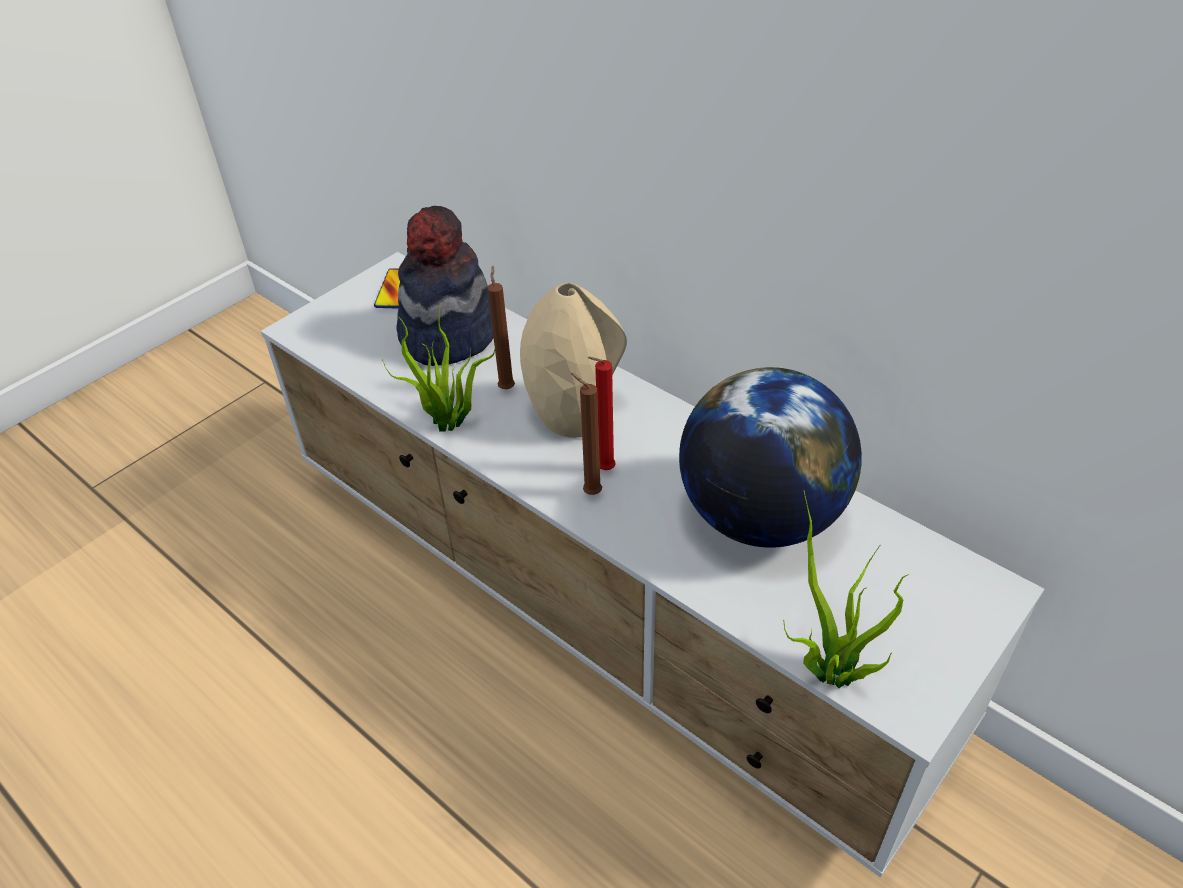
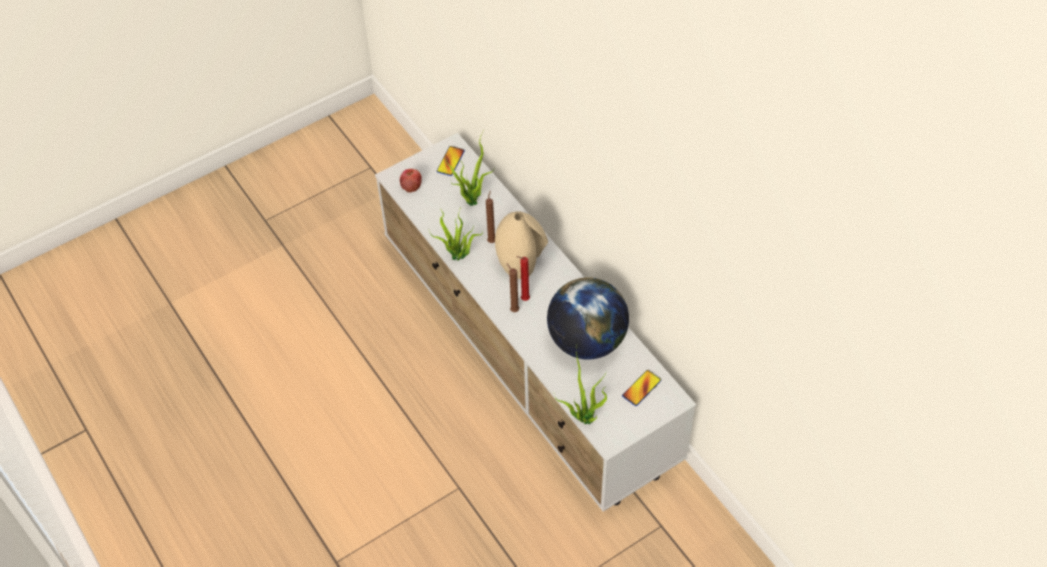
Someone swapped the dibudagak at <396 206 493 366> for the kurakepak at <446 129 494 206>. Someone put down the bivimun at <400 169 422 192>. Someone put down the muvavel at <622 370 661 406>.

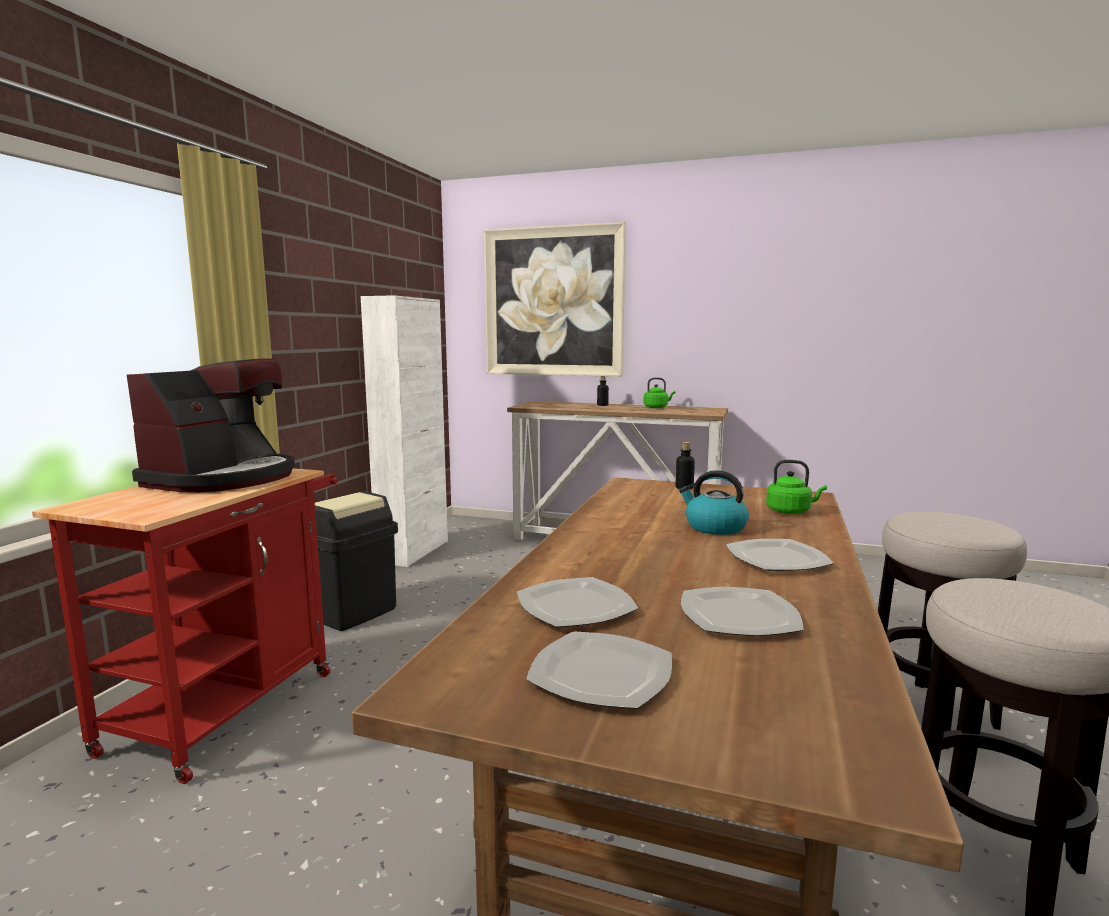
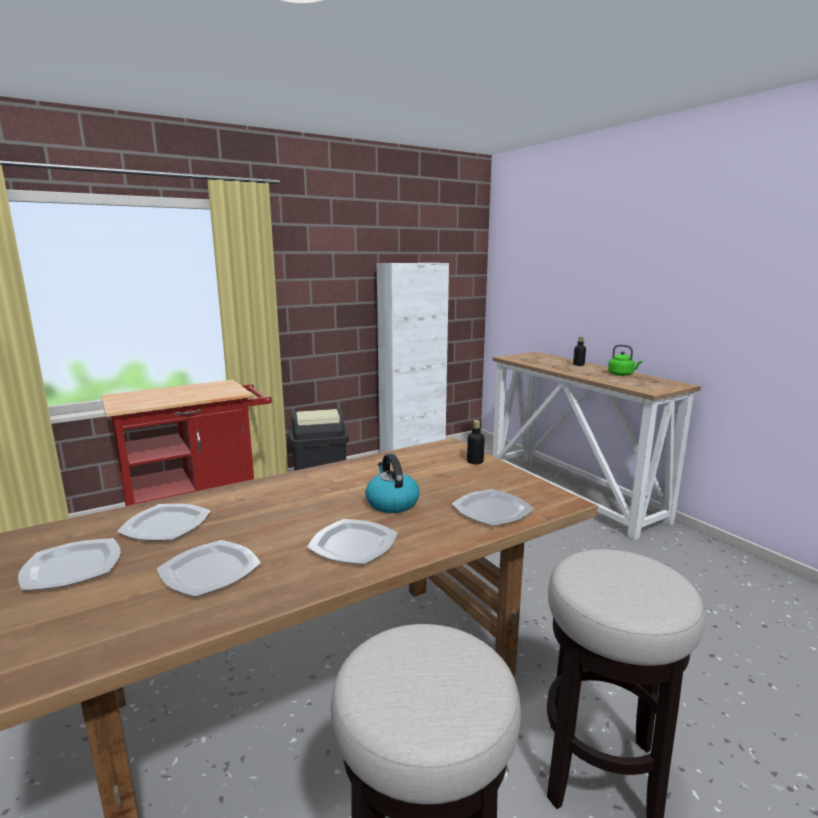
Someone took away the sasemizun at <127 358 295 492>. Someone took away the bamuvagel at <484 222 626 377>. Someone swapped the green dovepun at <766 460 827 514> for the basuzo at <452 489 534 526>.

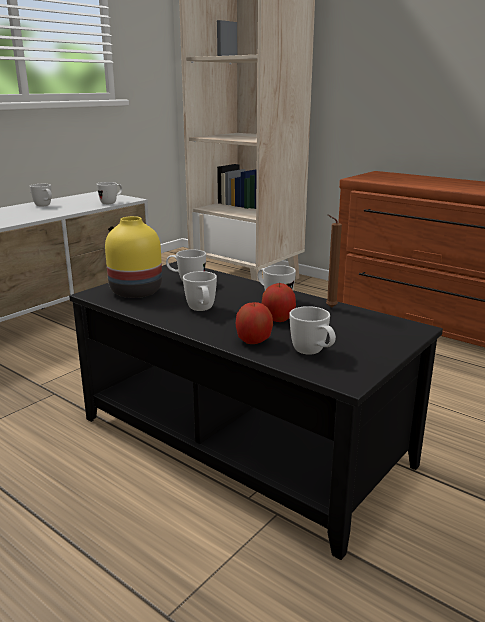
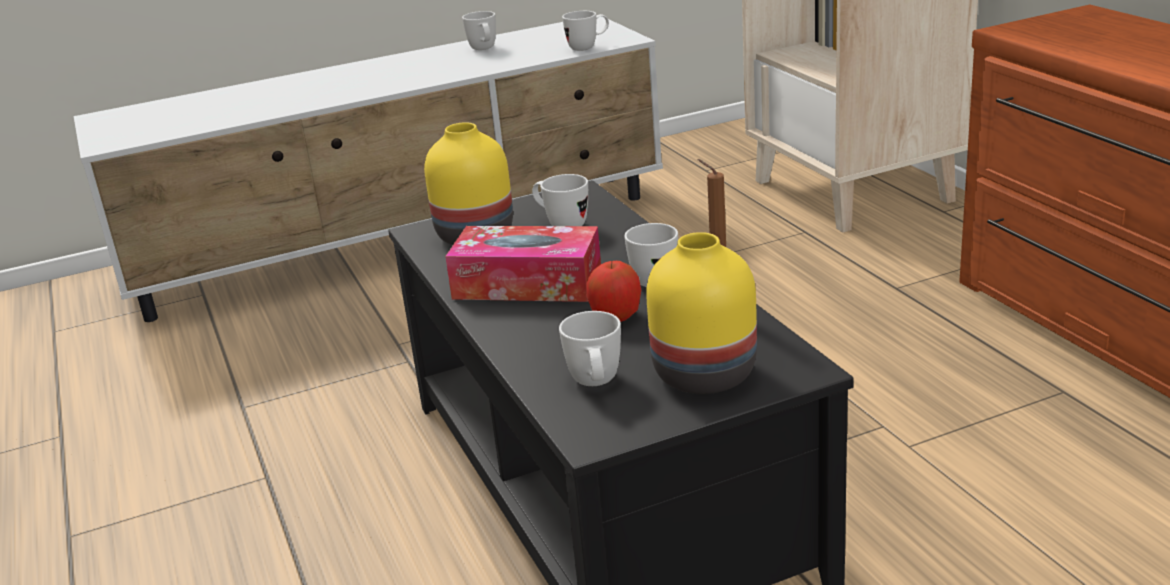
Someone swapped the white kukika at <183 271 217 311> for the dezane at <445 226 601 302>. Someone took away the bivimun at <236 302 273 344>. Someone put down the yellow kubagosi at <646 232 757 394>.

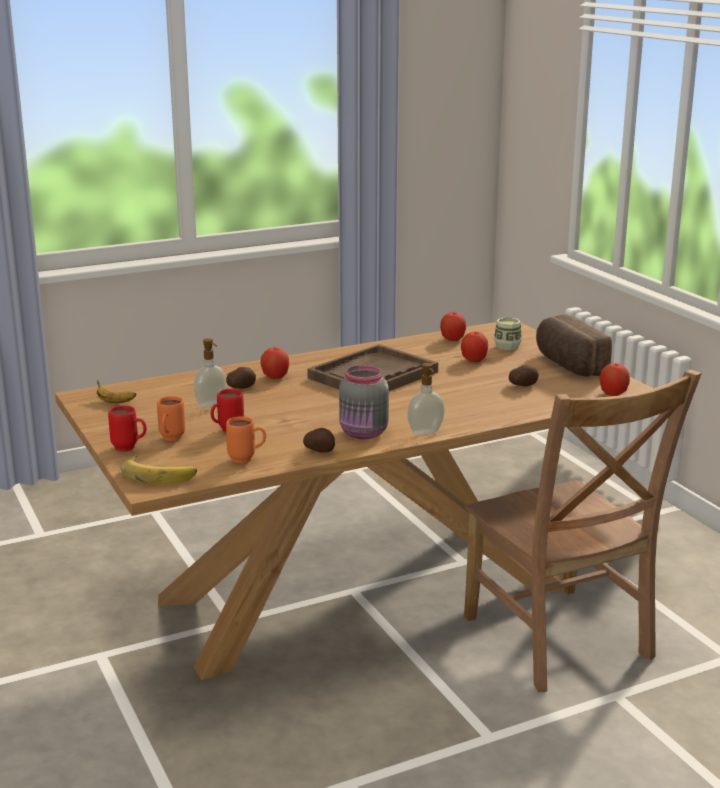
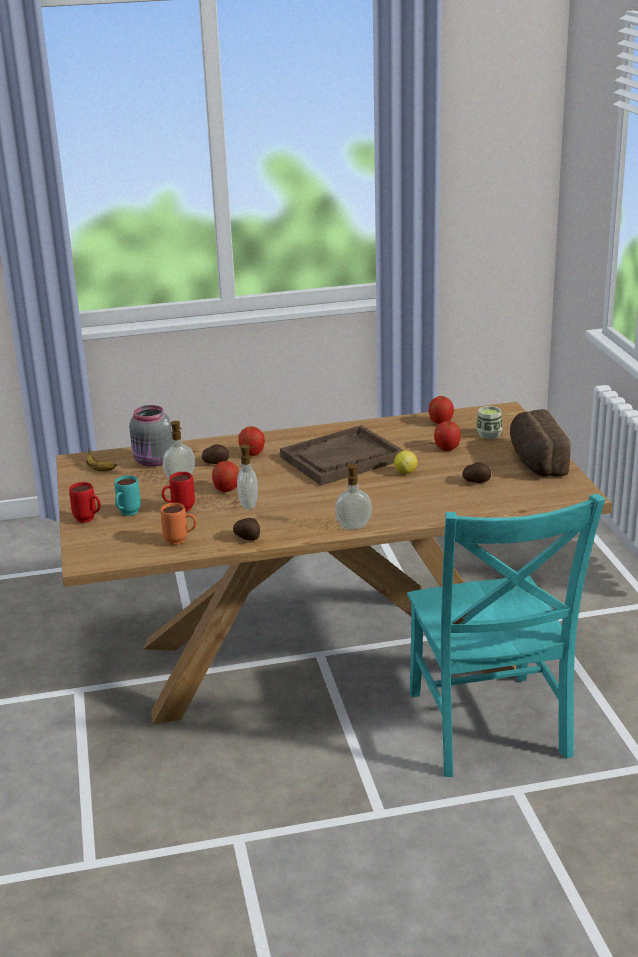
Someone took away the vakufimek at <121 454 197 484>. Someone repainted the orange kukika at <157 396 185 441>, which became the turquoise kukika at <115 475 141 516>. Someone carried the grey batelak from <339 365 389 439> to <129 405 172 467>. Someone repainted the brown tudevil at <464 370 702 692>, which became the turquoise tudevil at <407 494 605 777>. Someone carried the bivimun from <600 363 630 396> to <212 461 239 492>. Someone put down the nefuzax at <237 444 258 509>. Someone put down the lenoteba at <394 450 417 474>.

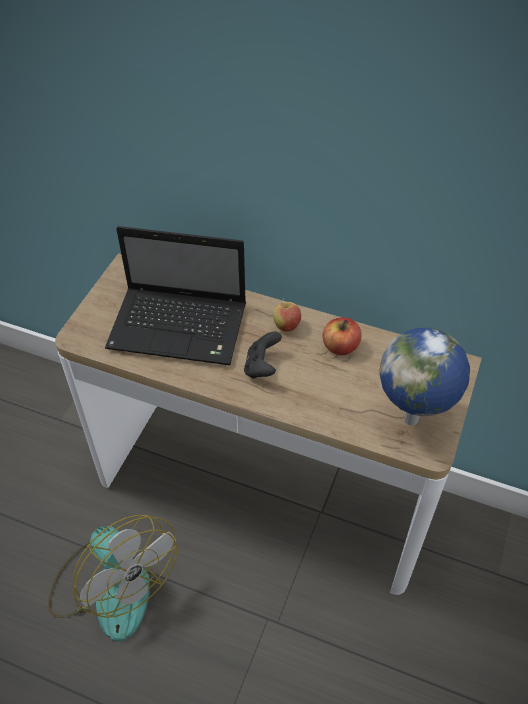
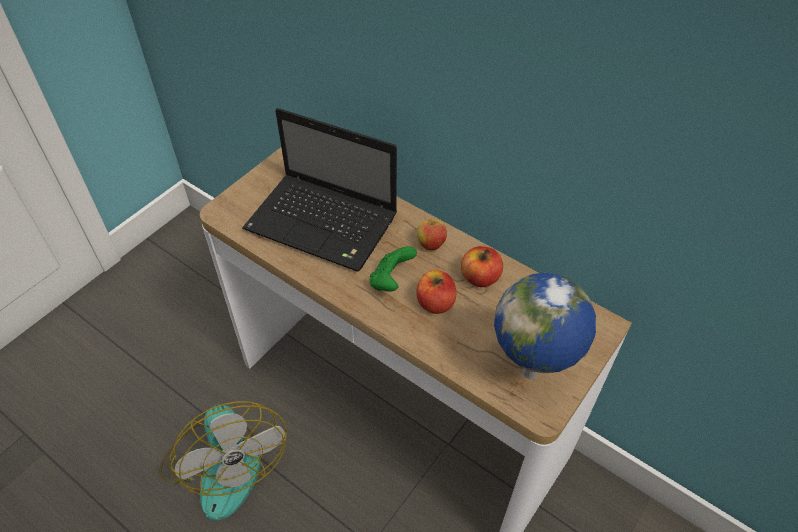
Someone repainted the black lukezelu at <244 332 282 378>, which became the green lukezelu at <370 246 417 291>. Someone put down the bivimun at <416 270 456 314>.

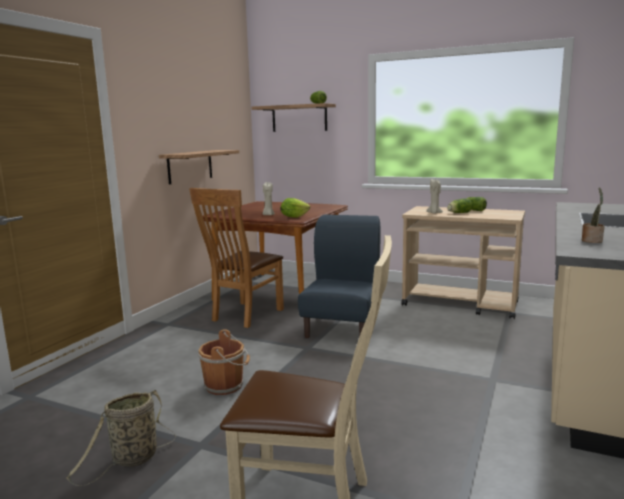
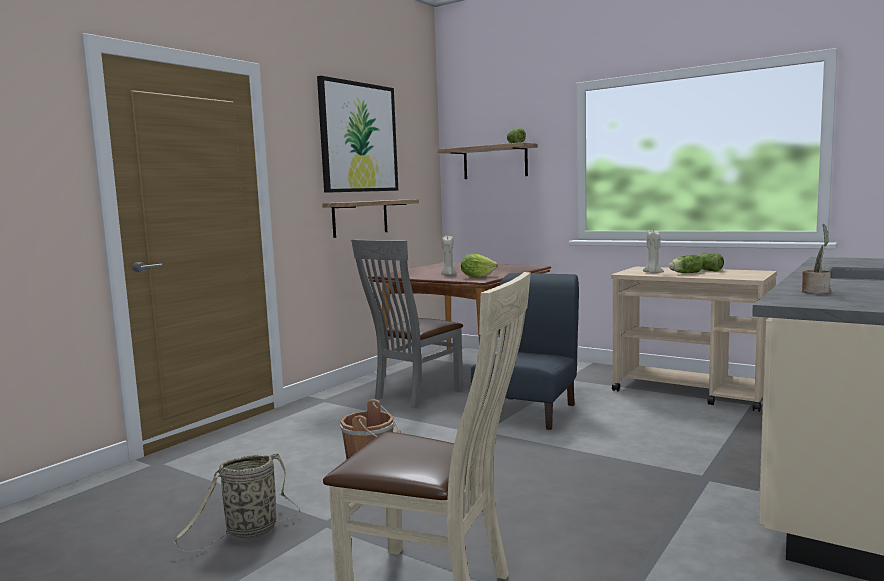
Someone repainted the brown tudevil at <189 188 284 328>, which became the grey tudevil at <351 239 463 408>. Someone put up the bamuvagel at <317 76 398 193>.

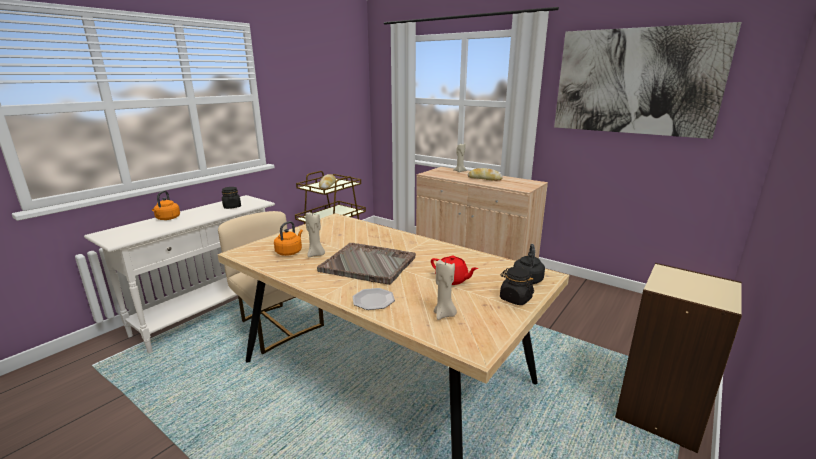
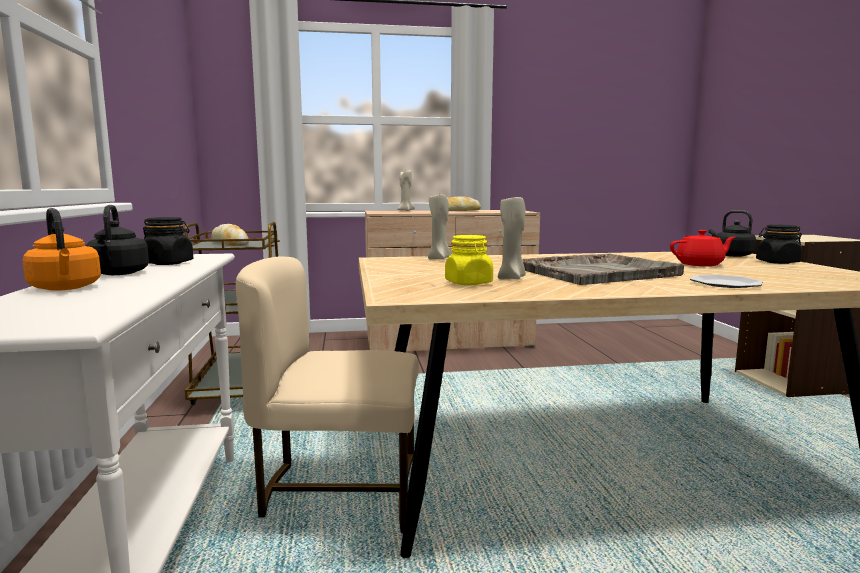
Someone swapped the orange dovepun at <274 221 303 256> for the yellow batelak at <445 235 493 285>. Someone carried the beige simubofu from <434 260 457 320> to <428 194 451 260>. Someone took away the bamuvagel at <554 22 742 139>. Someone put down the black dovepun at <86 205 149 275>.

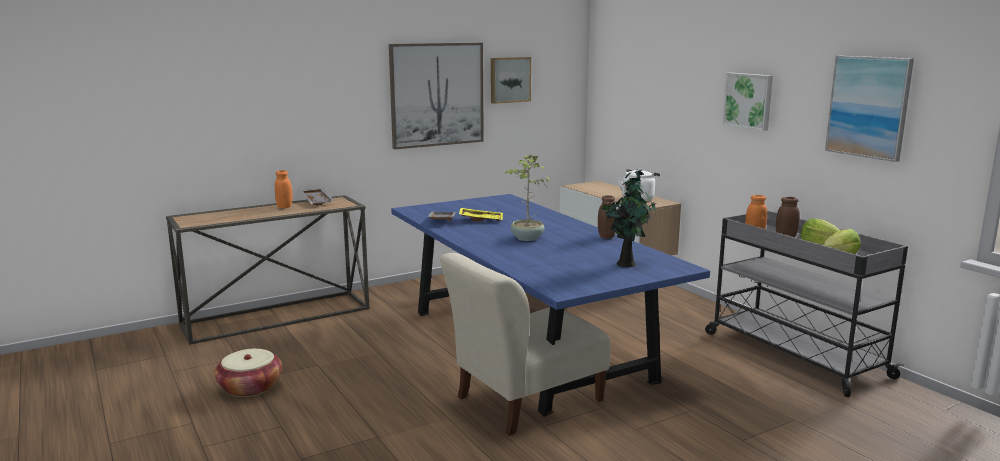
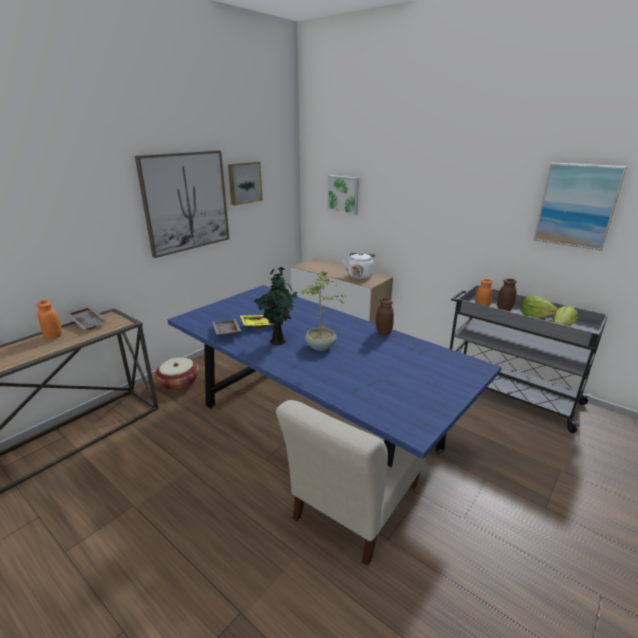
Someone carried the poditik from <214 349 282 397> to <155 358 199 391>. Someone carried the kurakepak from <601 171 656 267> to <253 267 297 345>. Someone carried the bamuvagel from <722 73 773 131> to <327 175 359 215>.

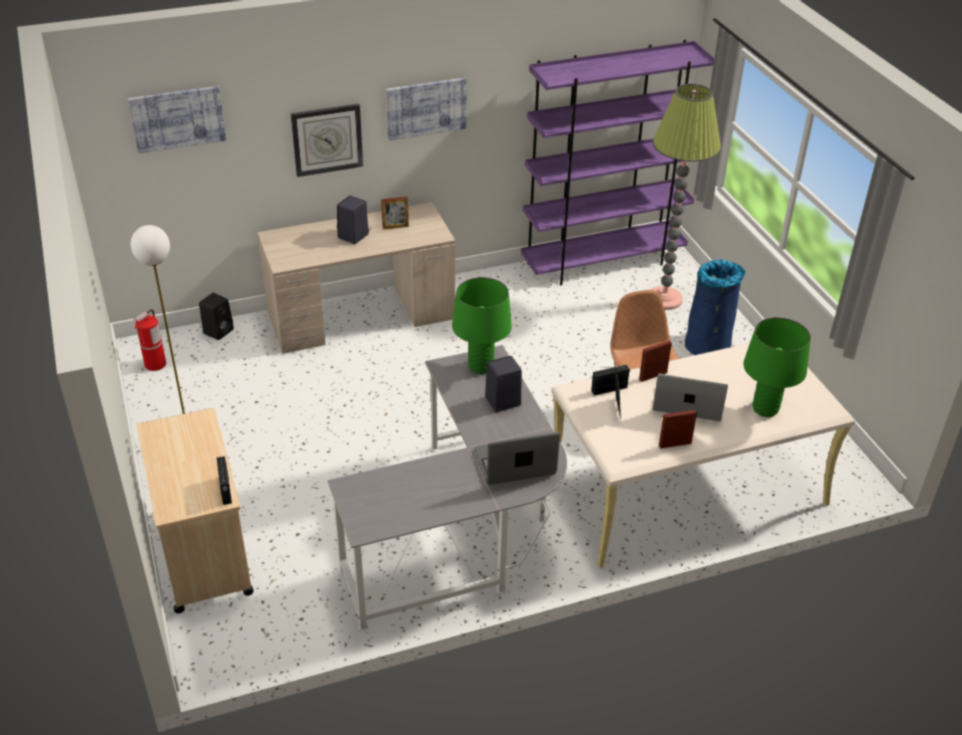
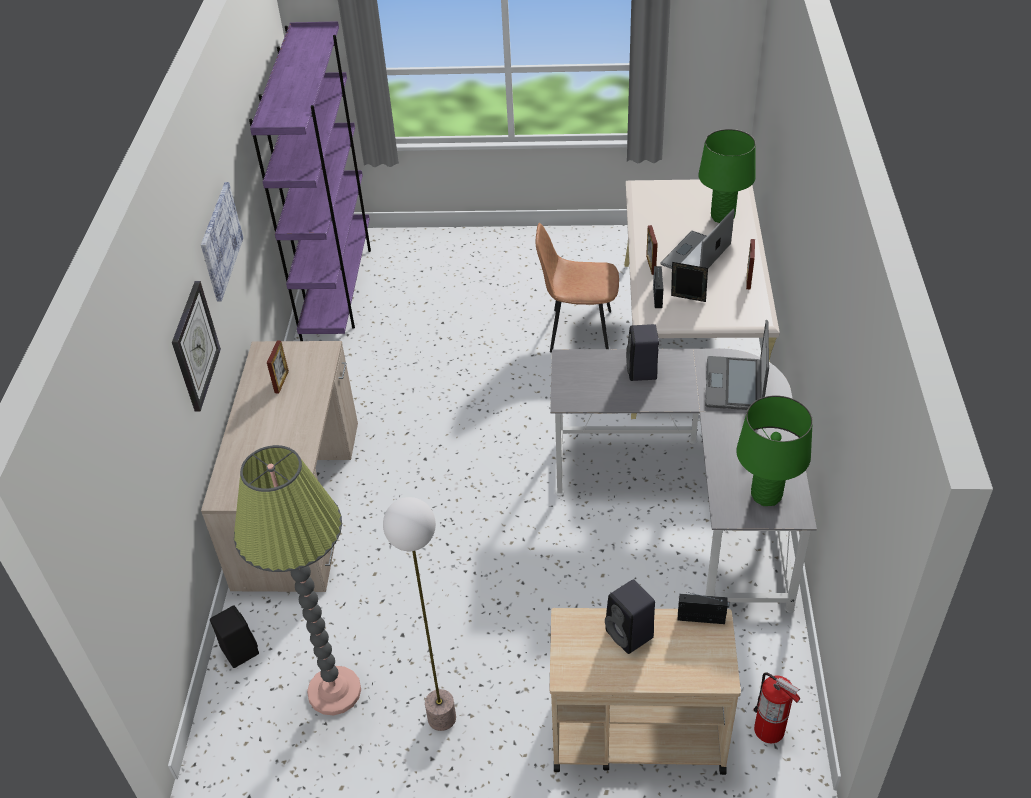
Someone took away the bamuvagel at <128 86 226 154>. Someone carried the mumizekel from <134 309 166 371> to <753 672 800 743>. Someone carried the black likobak from <337 195 369 244> to <605 580 655 654>. Someone carried the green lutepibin from <452 277 512 374> to <736 395 813 506>. Someone carried the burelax from <650 84 721 310> to <234 445 361 716>. Someone took away the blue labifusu at <685 260 746 355>.

